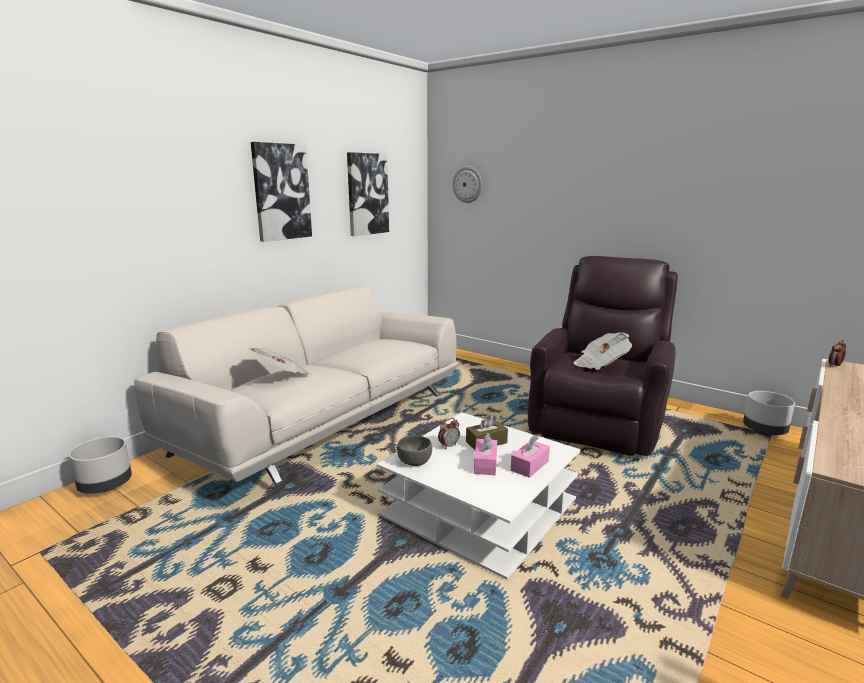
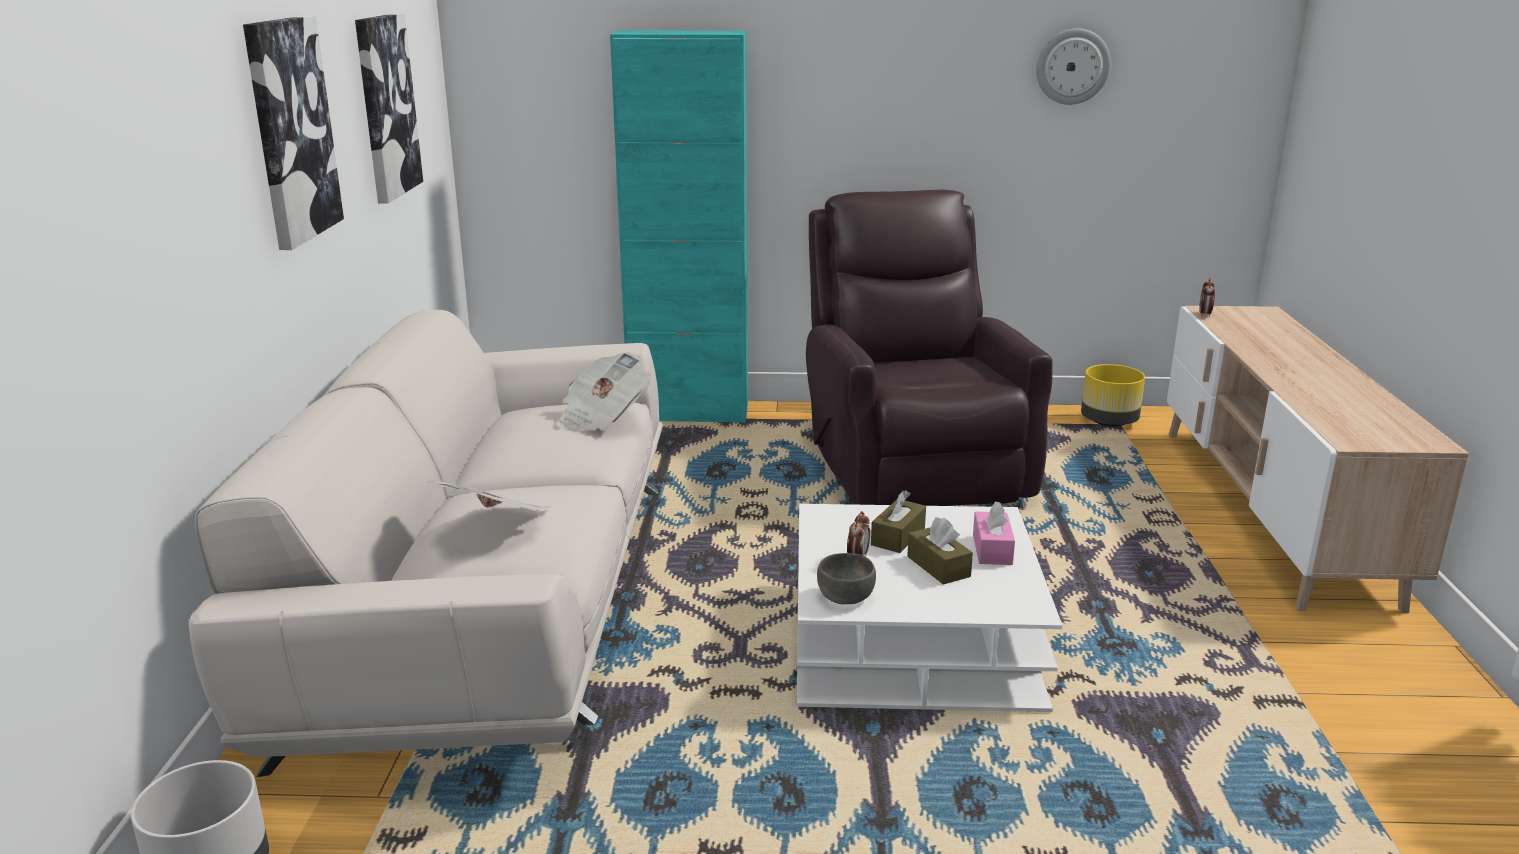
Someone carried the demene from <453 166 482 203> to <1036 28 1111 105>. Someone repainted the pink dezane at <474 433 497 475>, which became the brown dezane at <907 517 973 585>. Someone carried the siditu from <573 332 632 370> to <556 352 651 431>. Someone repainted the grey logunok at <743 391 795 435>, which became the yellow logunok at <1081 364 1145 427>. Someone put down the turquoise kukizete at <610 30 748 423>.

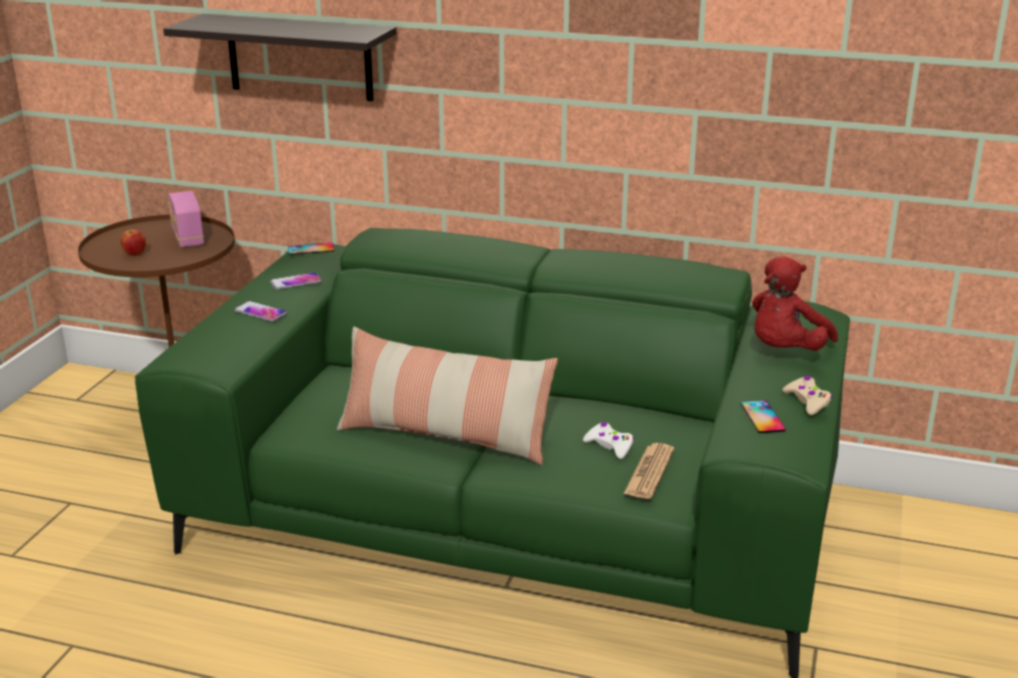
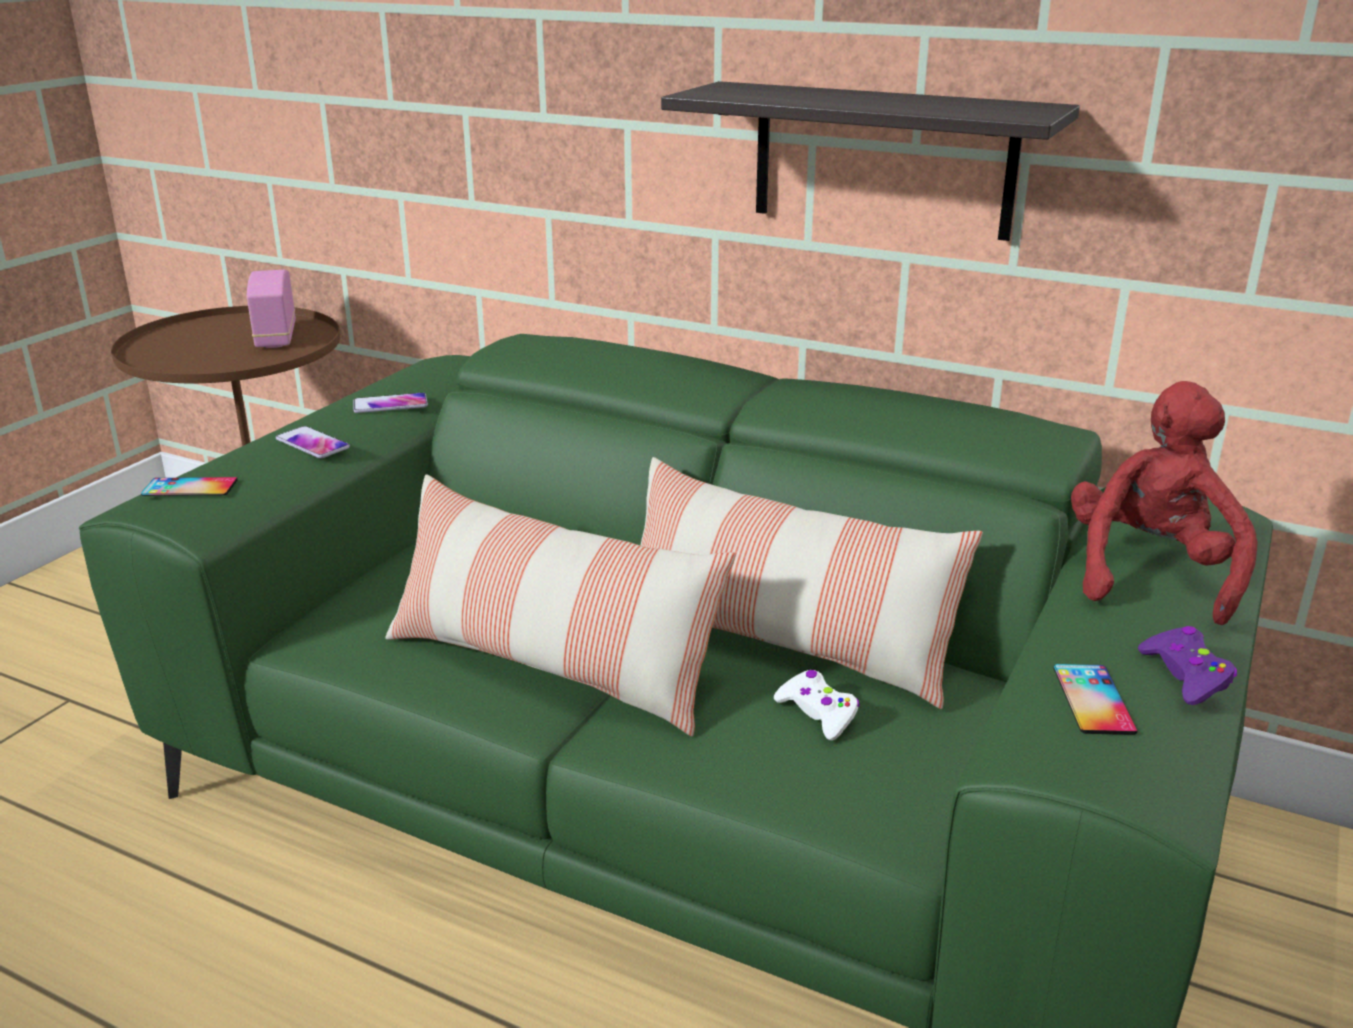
Someone took away the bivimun at <121 230 146 256>. Someone carried the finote from <163 14 397 101> to <661 81 1080 241>. Someone carried the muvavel from <288 243 334 255> to <141 477 237 496>. Someone took away the siditu at <623 443 674 499>. Someone rotated the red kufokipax at <752 256 838 351> by 150 degrees clockwise. Someone repainted the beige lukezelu at <782 376 832 415>, which became the purple lukezelu at <1138 626 1237 705>. Someone put down the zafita at <641 457 983 709>.

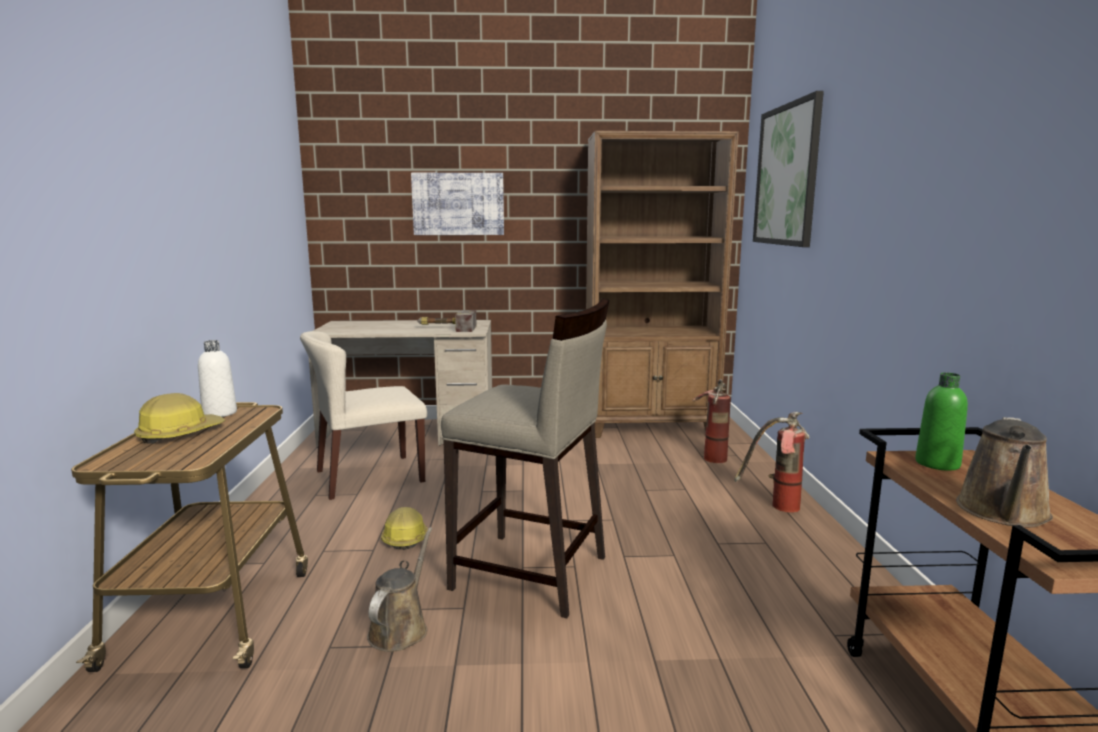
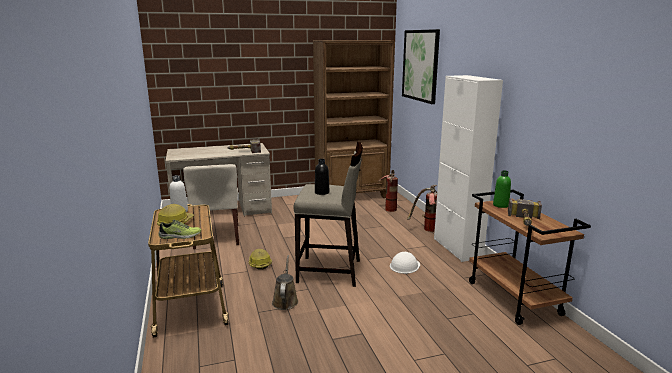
Someone rotated the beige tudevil at <300 331 427 500> by 60 degrees counterclockwise. Someone took away the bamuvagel at <411 173 504 235>. Someone swapped the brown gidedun at <956 417 1053 527> for the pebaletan at <508 198 542 226>. Someone put down the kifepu at <158 220 201 239>. Someone put down the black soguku at <315 159 329 195>. Someone put down the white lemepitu at <390 252 420 274>. Someone put down the white kukizete at <434 75 503 262>.

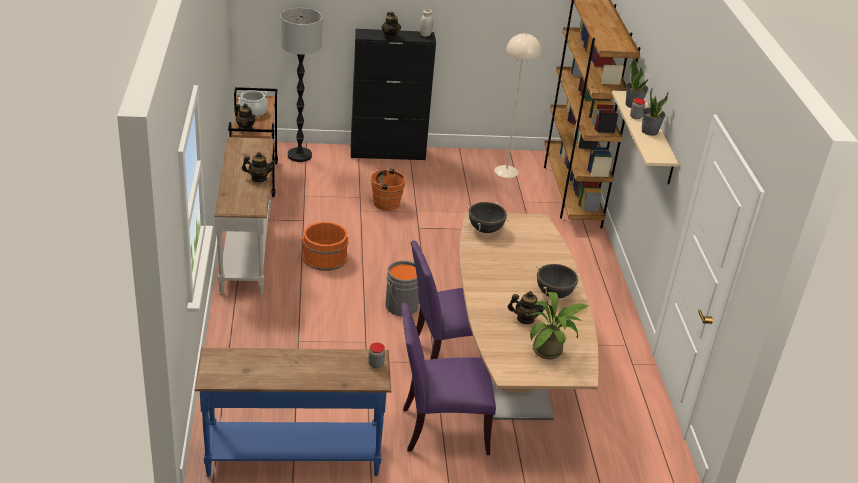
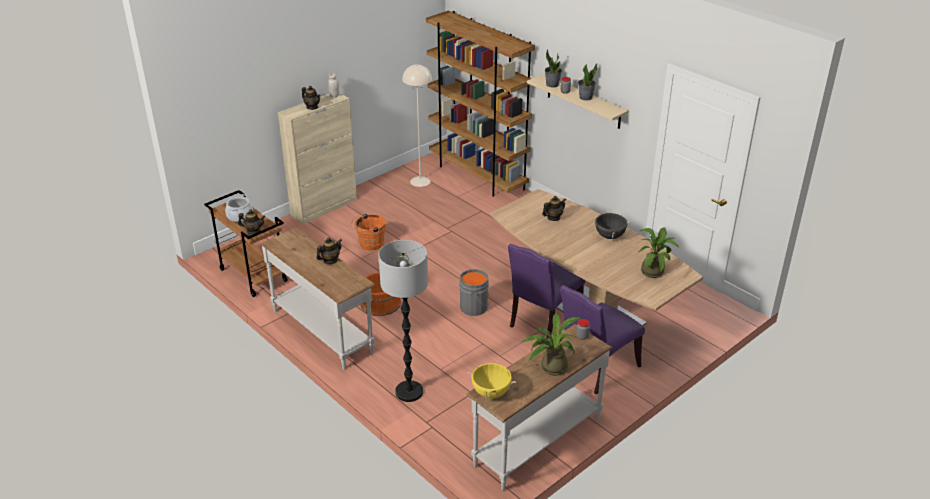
Someone repainted the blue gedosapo at <195 348 391 476>, which became the white gedosapo at <466 324 612 491>. Someone carried the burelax from <280 8 322 162> to <379 240 428 402>. Someone repainted the black kukizete at <351 29 436 160>, which became the beige kukizete at <278 93 357 224>. Someone took away the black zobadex at <466 202 510 233>. Someone carried the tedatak from <508 291 548 324> to <542 196 566 221>. Someone put down the yellow zobadex at <467 361 516 399>. Someone put down the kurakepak at <520 313 580 376>.

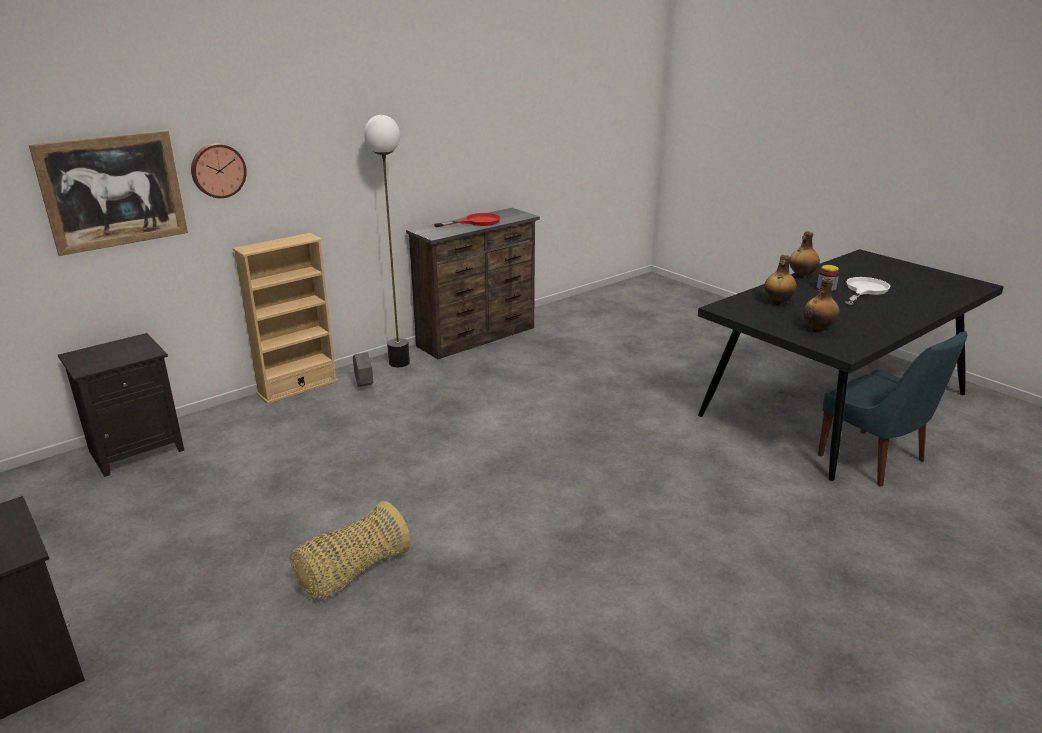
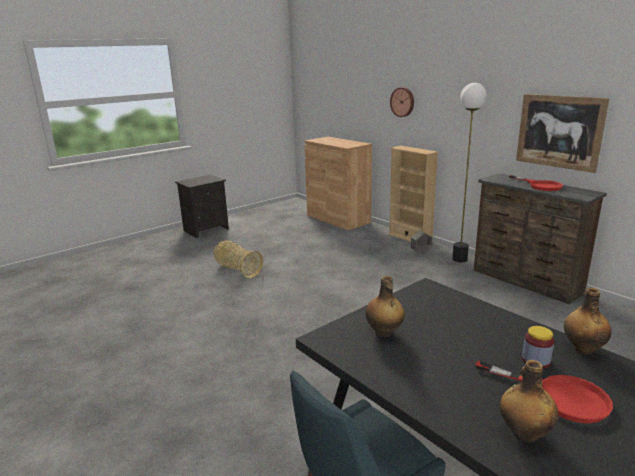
Someone carried the bamuvagel from <29 130 188 256> to <516 94 609 173>. Someone swapped the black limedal at <58 333 184 477> for the brown kukizete at <304 137 372 230>. Someone carried the soguku from <764 255 797 305> to <500 360 559 443>. Someone repainted the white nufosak at <845 277 891 305>, which became the red nufosak at <476 360 613 424>.

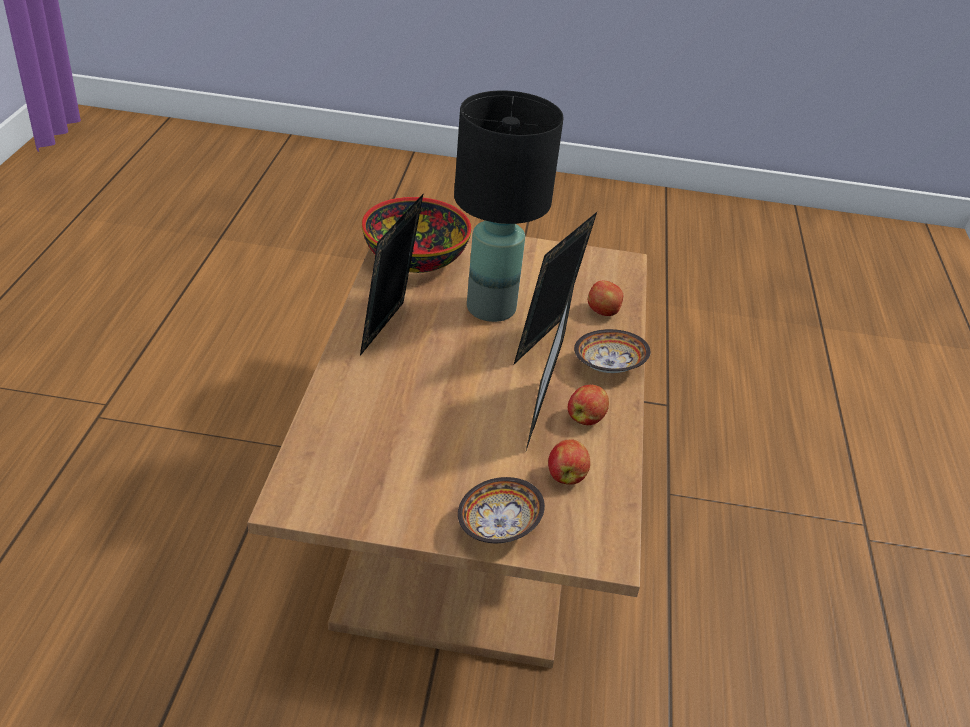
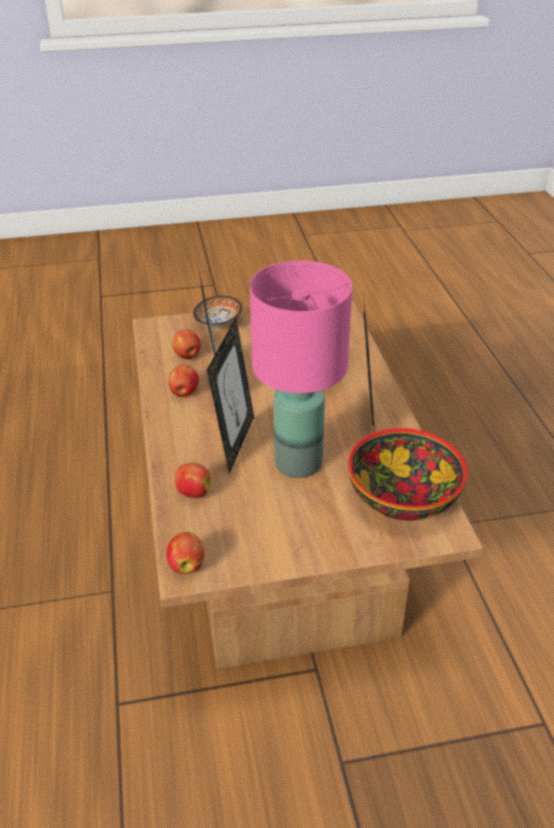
Someone repainted the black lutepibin at <454 91 564 322>, which became the pink lutepibin at <250 261 353 478>. Someone took away the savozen at <574 329 651 373>. Someone put down the bivimun at <166 532 205 574>.

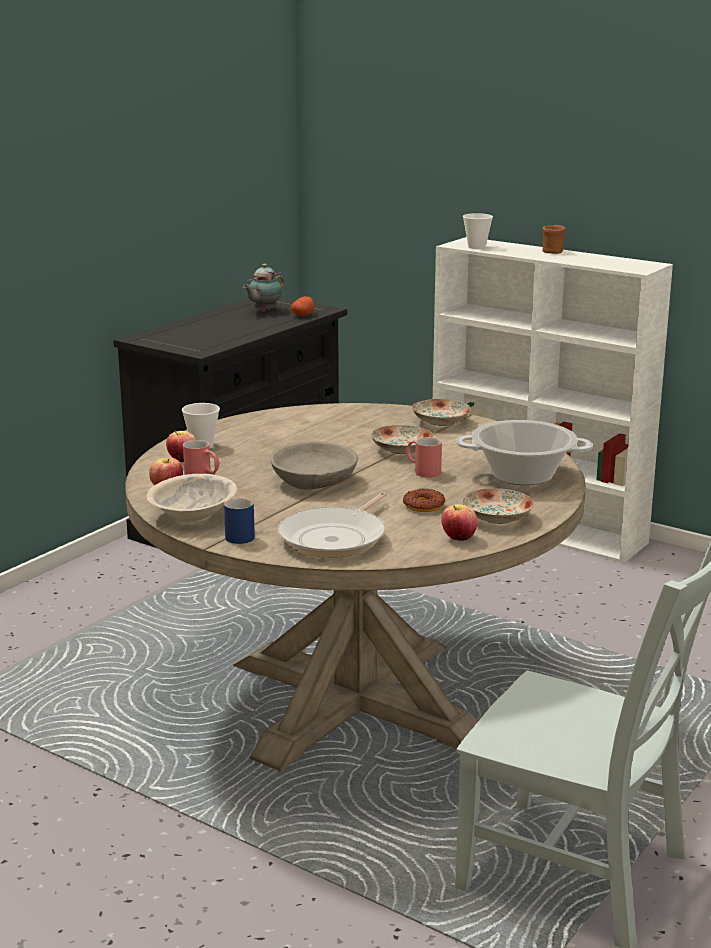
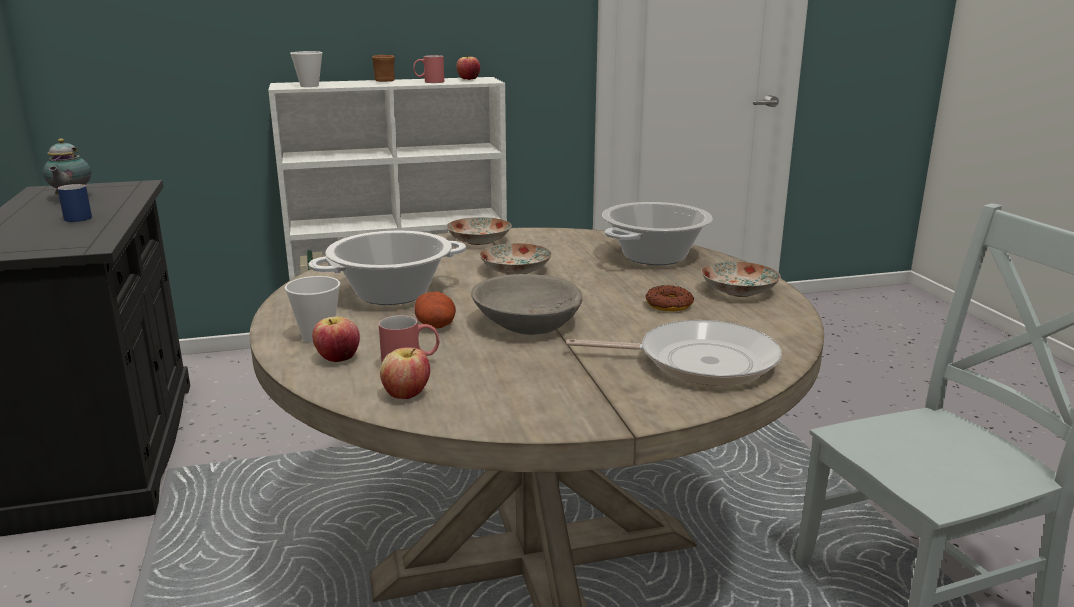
Someone took away the beige savozen at <146 474 237 523>. Someone carried the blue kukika from <224 498 255 544> to <57 184 92 222>. Someone rotated the nufosak at <278 492 387 558> by 60 degrees counterclockwise. Someone carried the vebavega from <291 296 315 316> to <414 292 456 329>. Someone carried the red kukika from <406 437 442 478> to <413 55 444 83>. Someone carried the bivimun from <441 504 477 541> to <456 55 480 80>. Someone put down the zobadex at <308 231 466 305>.

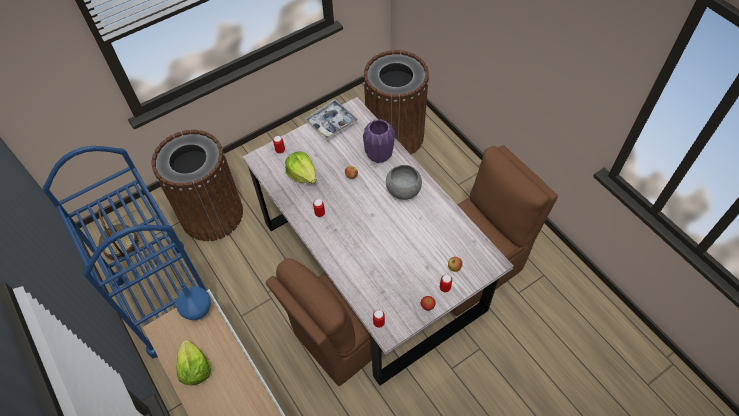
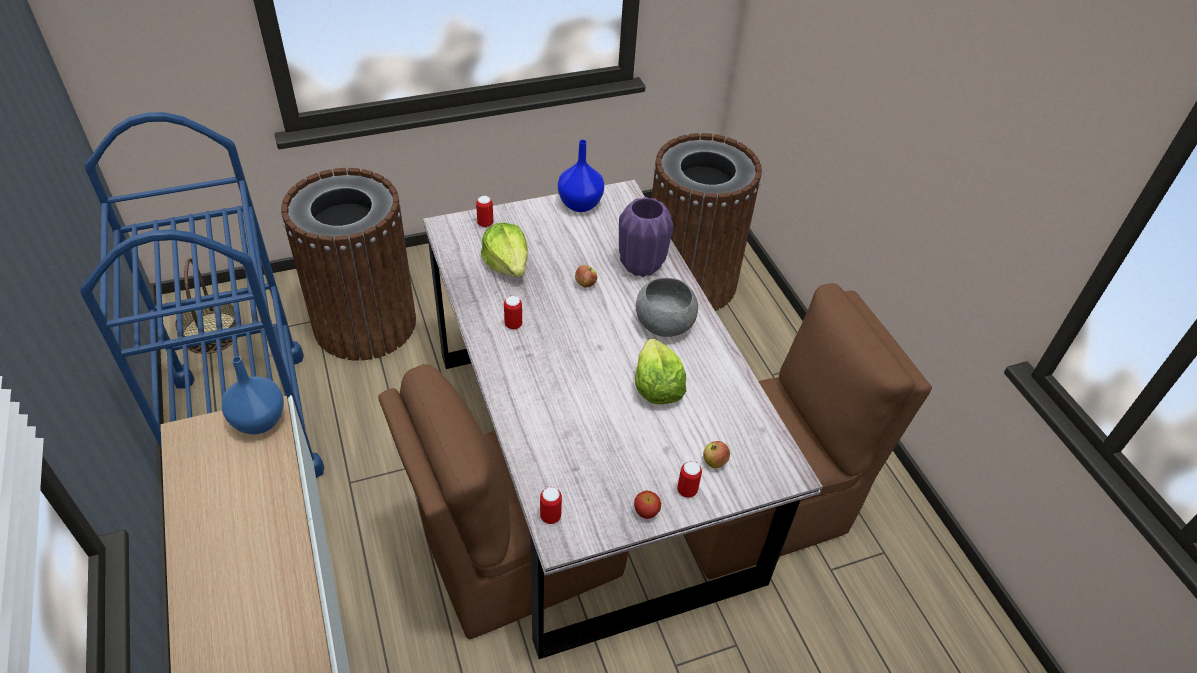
Someone carried the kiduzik from <176 340 211 386> to <635 339 686 404>. Someone swapped the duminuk at <305 99 358 140> for the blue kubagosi at <558 140 605 212>.

